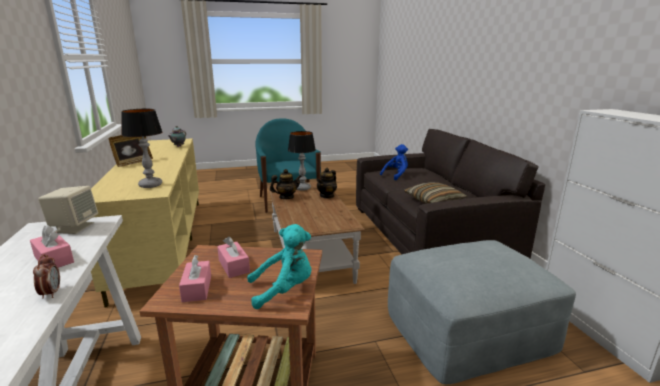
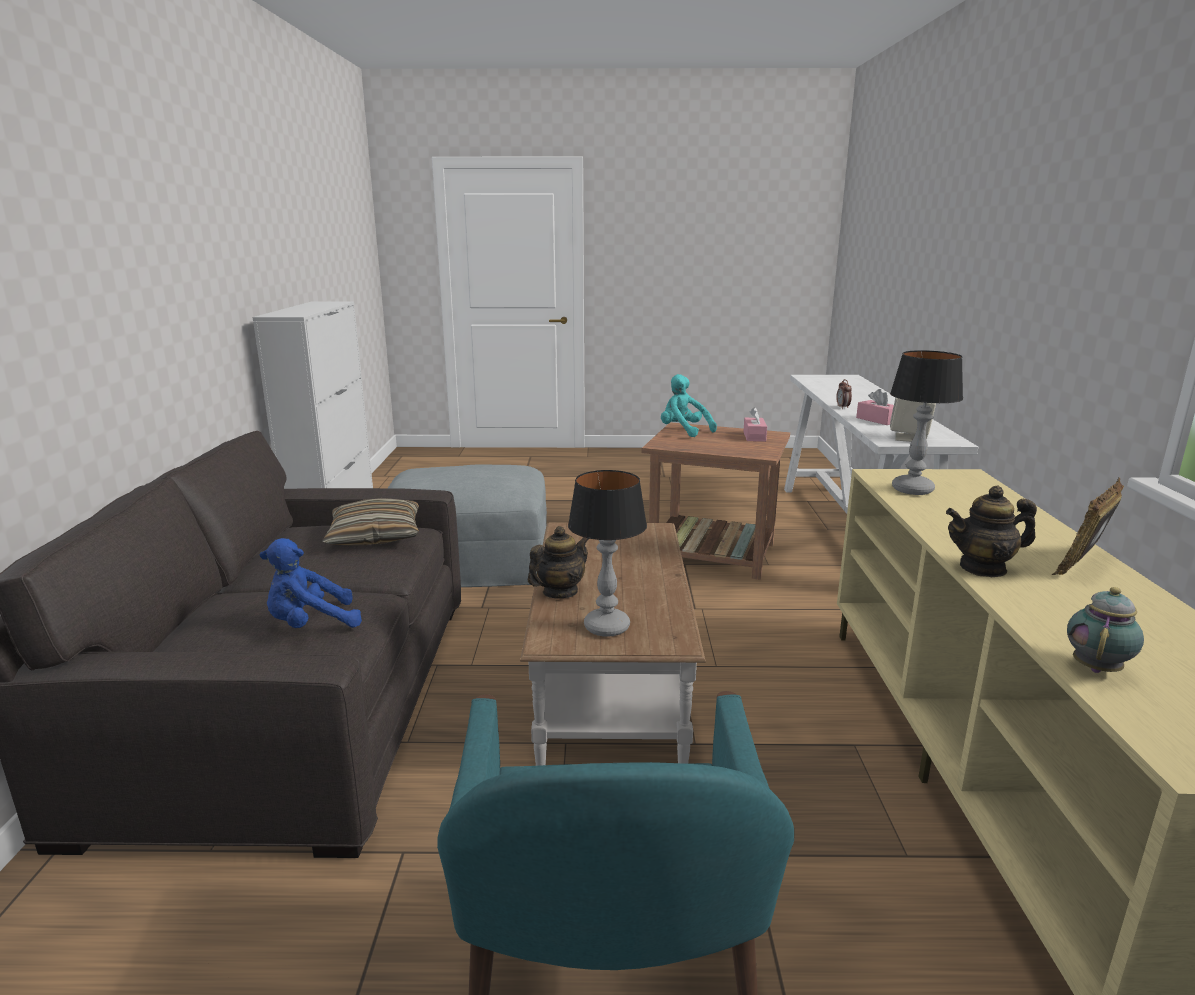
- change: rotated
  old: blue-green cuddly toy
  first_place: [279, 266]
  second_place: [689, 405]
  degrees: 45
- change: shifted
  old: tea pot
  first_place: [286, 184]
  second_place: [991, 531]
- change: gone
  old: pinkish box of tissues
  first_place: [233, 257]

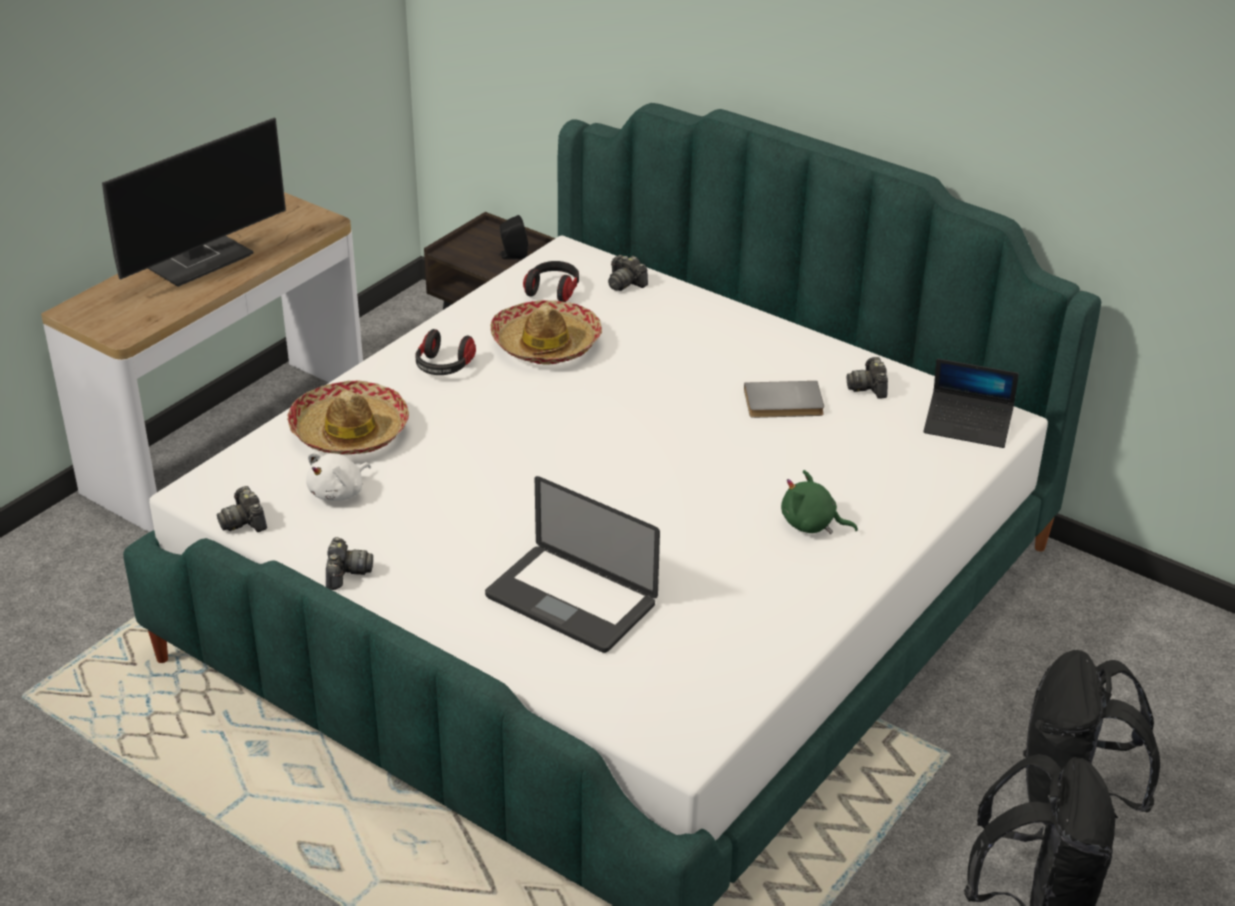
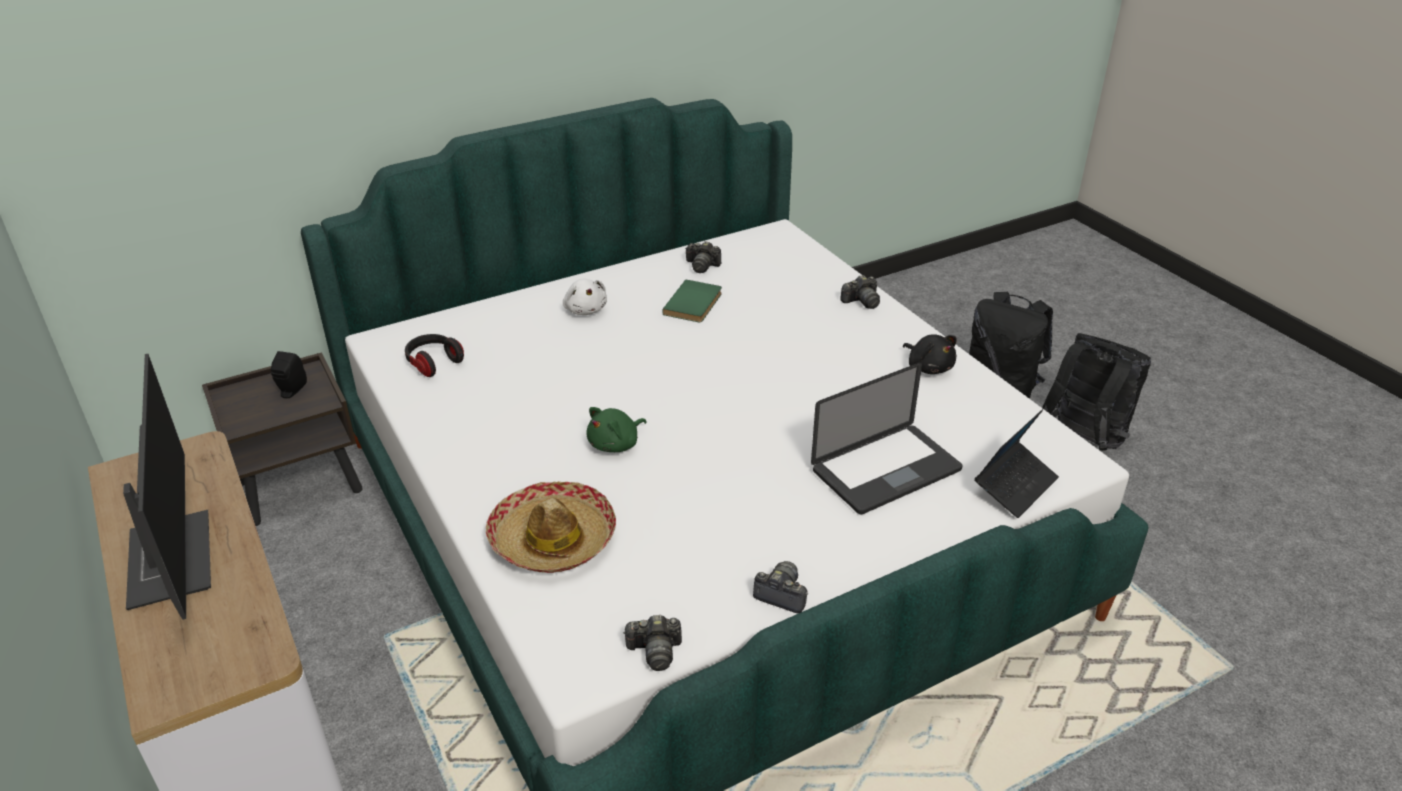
- change: shifted
  old: whitish cuddly toy
  first_place: [338, 477]
  second_place: [585, 297]
- change: shifted
  old: green-coloured cuddly toy
  first_place: [819, 502]
  second_place: [616, 429]
- change: repainted
  old: gray bound book
  new: green-coloured bound book
  first_place: [784, 399]
  second_place: [692, 301]
- change: shifted
  old: still camera
  first_place: [628, 273]
  second_place: [860, 292]
- change: new
  new: black-coloured cuddly toy
  second_place: [929, 354]
- change: shifted
  old: notebook computer
  first_place: [971, 403]
  second_place: [1016, 463]
- change: gone
  old: pair of headphones
  first_place: [445, 352]
- change: gone
  old: hat
  first_place: [546, 332]

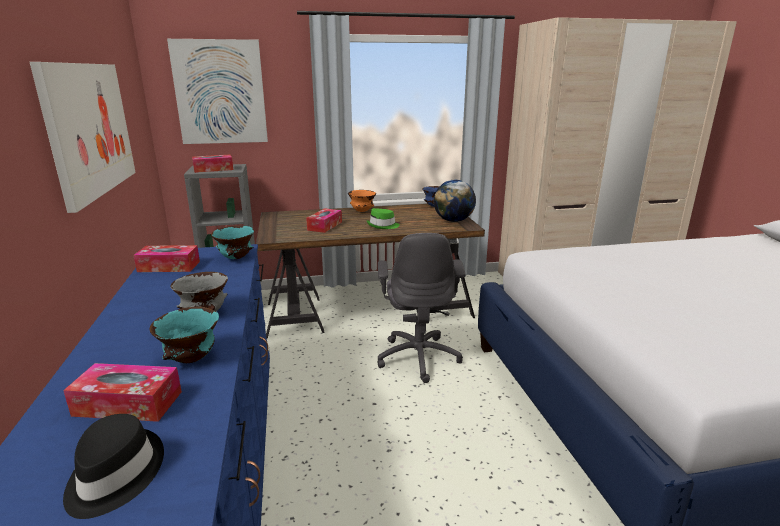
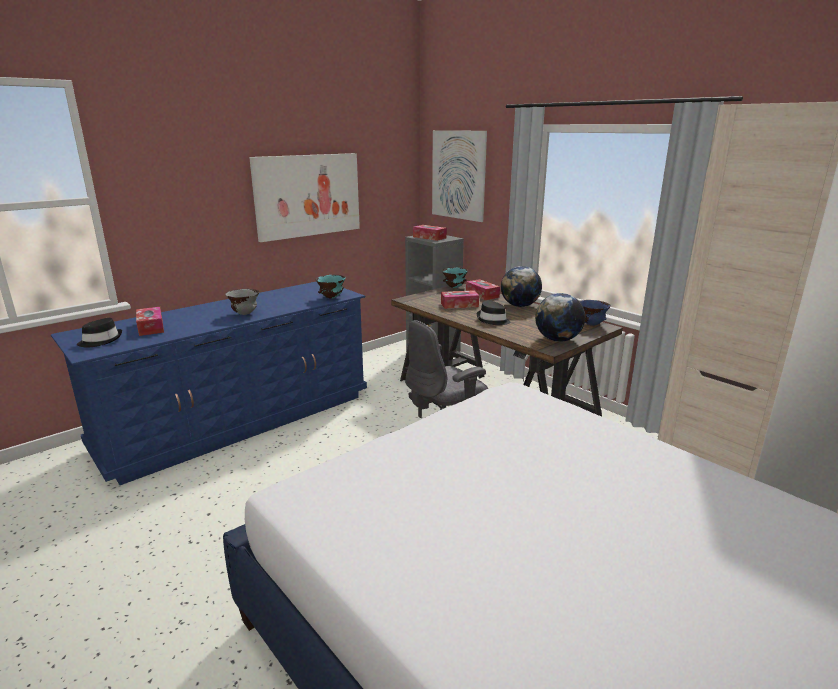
- change: shifted
  old: blue-green bowl
  first_place: [184, 335]
  second_place: [455, 278]
- change: shifted
  old: box of tissues
  first_place: [166, 258]
  second_place: [483, 289]
- change: repainted
  old: green-coloured hat
  new: black-coloured hat
  first_place: [383, 218]
  second_place: [494, 312]
- change: swapped
  old: orange-coloured bowl
  new: desk globe
  first_place: [362, 201]
  second_place: [521, 286]

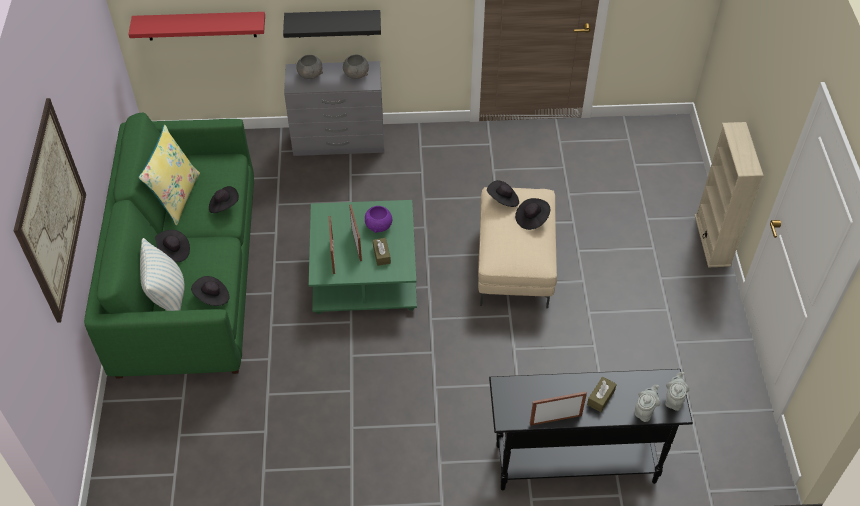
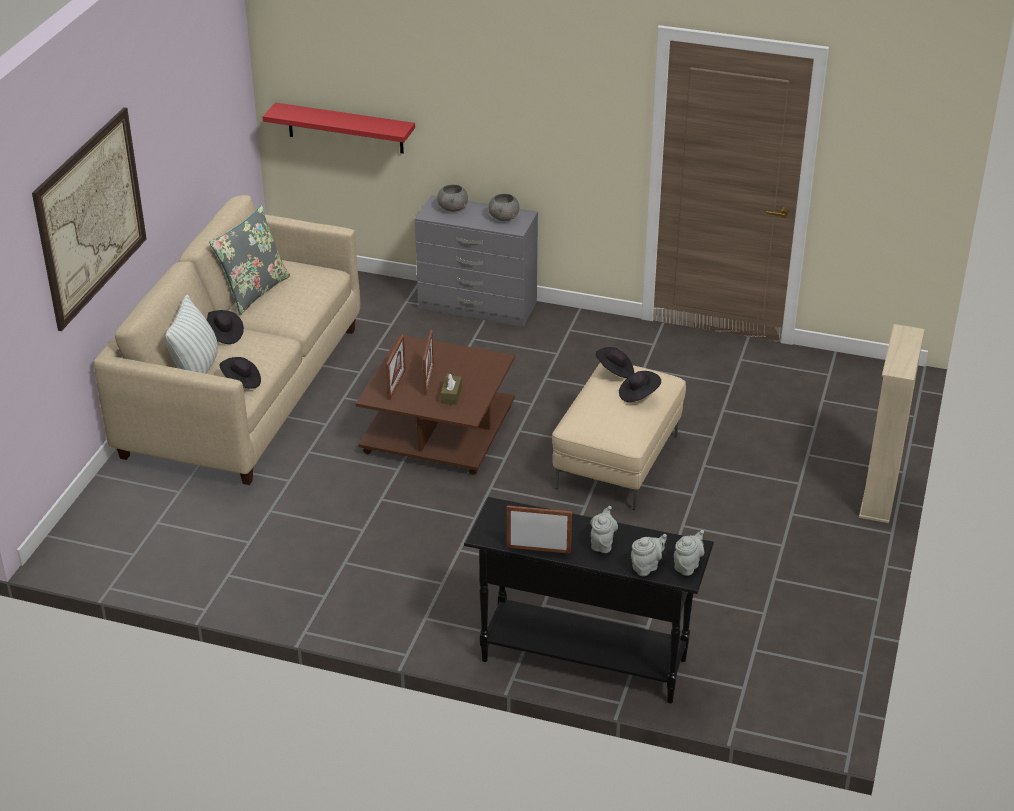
- change: repainted
  old: green-coloured sofa
  new: beige-coloured sofa
  first_place: [169, 246]
  second_place: [227, 340]
- change: repainted
  old: yellowish pillow
  new: gray pillow
  first_place: [169, 175]
  second_place: [250, 260]
- change: repainted
  old: green-coloured coffee table
  new: brownish coffee table
  first_place: [363, 257]
  second_place: [435, 405]
- change: swapped
  old: brownish box of tissues
  new: gray tea pot
  first_place: [602, 394]
  second_place: [604, 529]
- change: gone
  old: black-coloured hat
  first_place: [224, 199]
- change: gone
  old: black-coloured wall shelf
  first_place: [332, 24]
- change: gone
  old: purple-coloured bowl
  first_place: [378, 219]

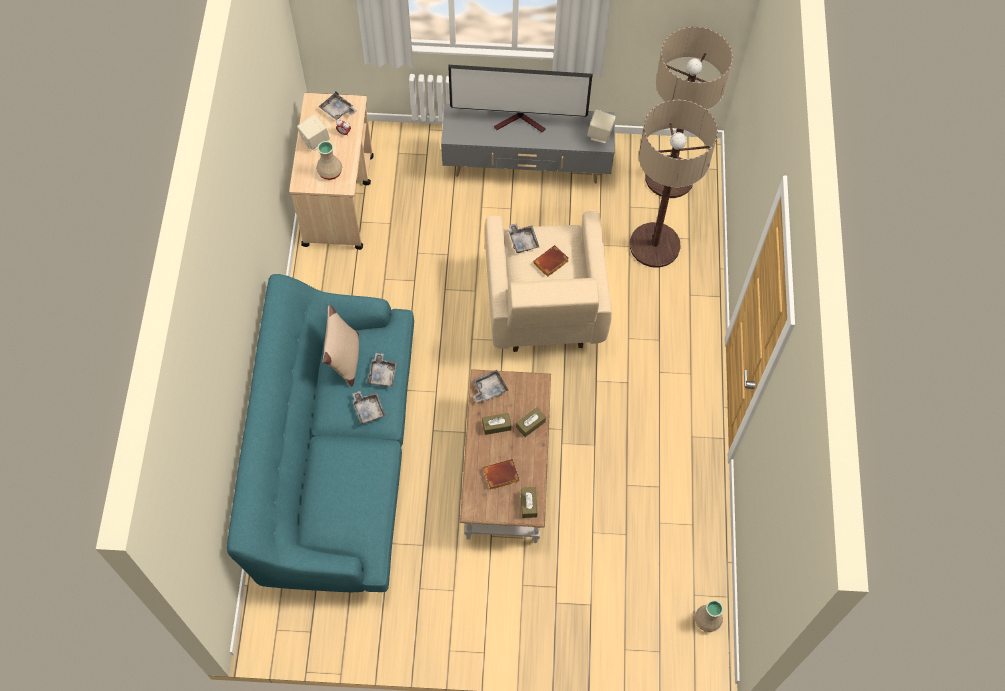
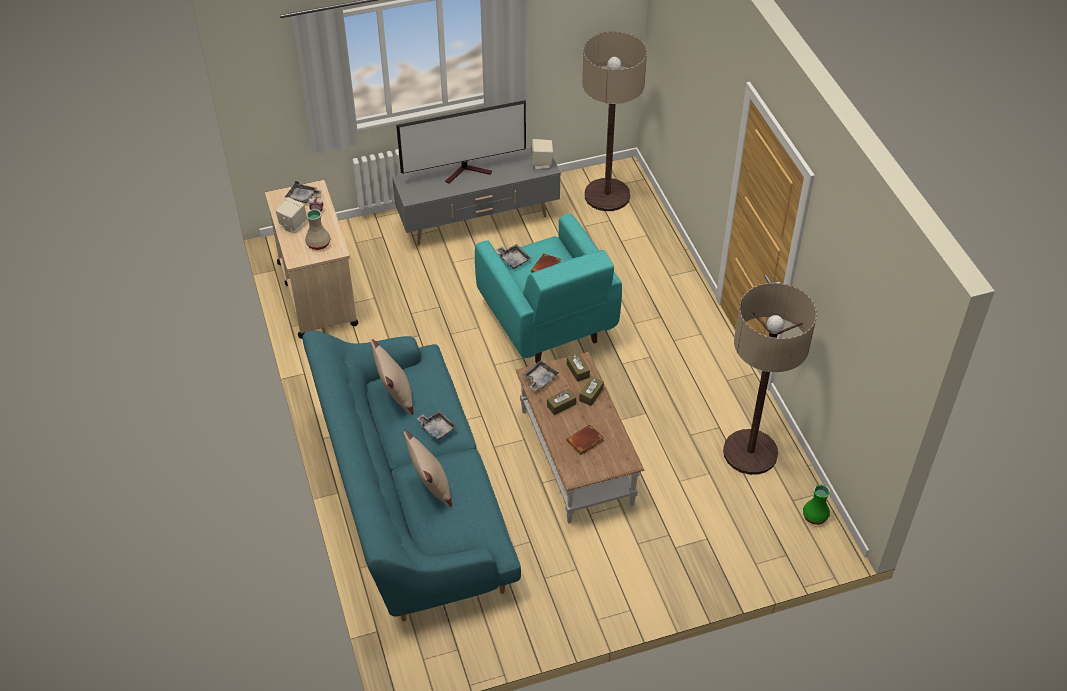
- change: new
  new: beige-coloured pillow
  second_place: [428, 468]
- change: repainted
  old: beige-coloured easy chair
  new: blue-green easy chair
  first_place: [548, 281]
  second_place: [548, 288]
- change: shifted
  old: brownish box of tissues
  first_place: [529, 502]
  second_place: [578, 367]
- change: shifted
  old: floor lamp
  first_place: [674, 184]
  second_place: [770, 379]
- change: repainted
  old: beige-coloured vase
  new: green-coloured vase
  first_place: [709, 616]
  second_place: [816, 504]
- change: gone
  old: gray tray
  first_place: [382, 370]

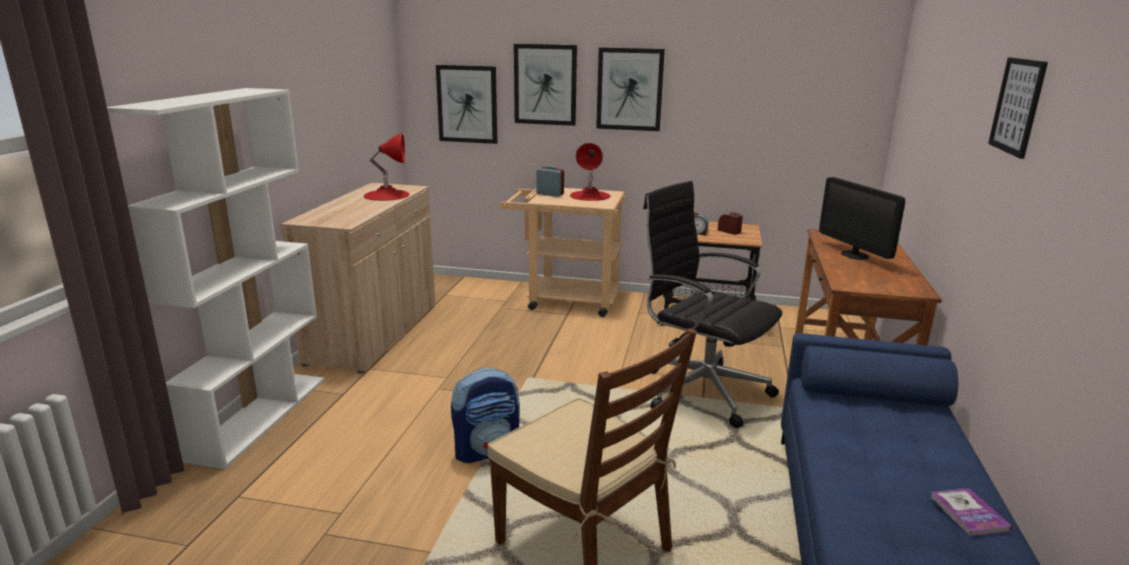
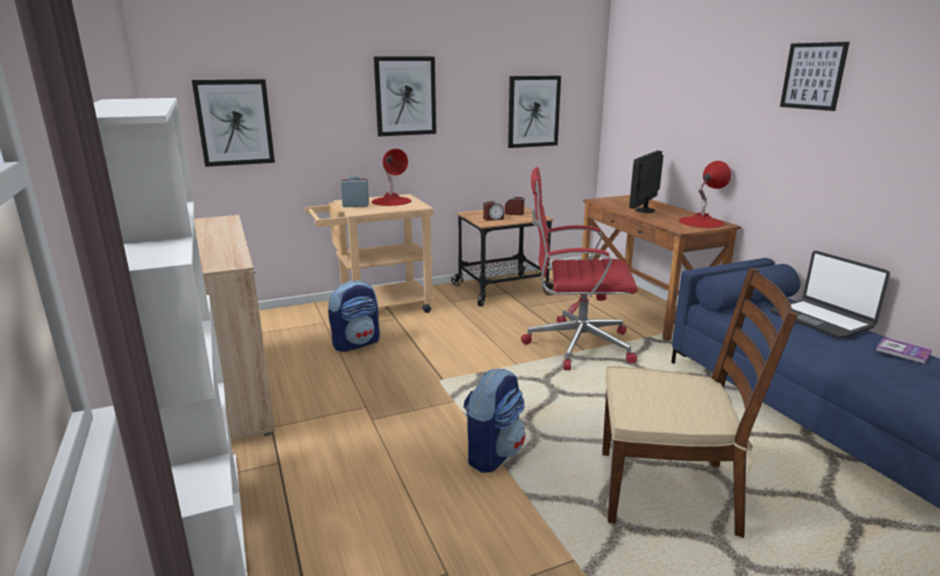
- change: new
  new: backpack
  second_place: [354, 316]
- change: shifted
  old: wall picture
  first_place: [545, 85]
  second_place: [534, 112]
- change: repainted
  old: black-coloured office chair
  new: red office chair
  first_place: [712, 304]
  second_place: [579, 268]
- change: rotated
  old: computer screen
  first_place: [862, 218]
  second_place: [646, 182]
  degrees: 90
- change: shifted
  old: red tabletop lamp
  first_place: [387, 167]
  second_place: [705, 194]
- change: new
  new: notebook computer
  second_place: [829, 295]

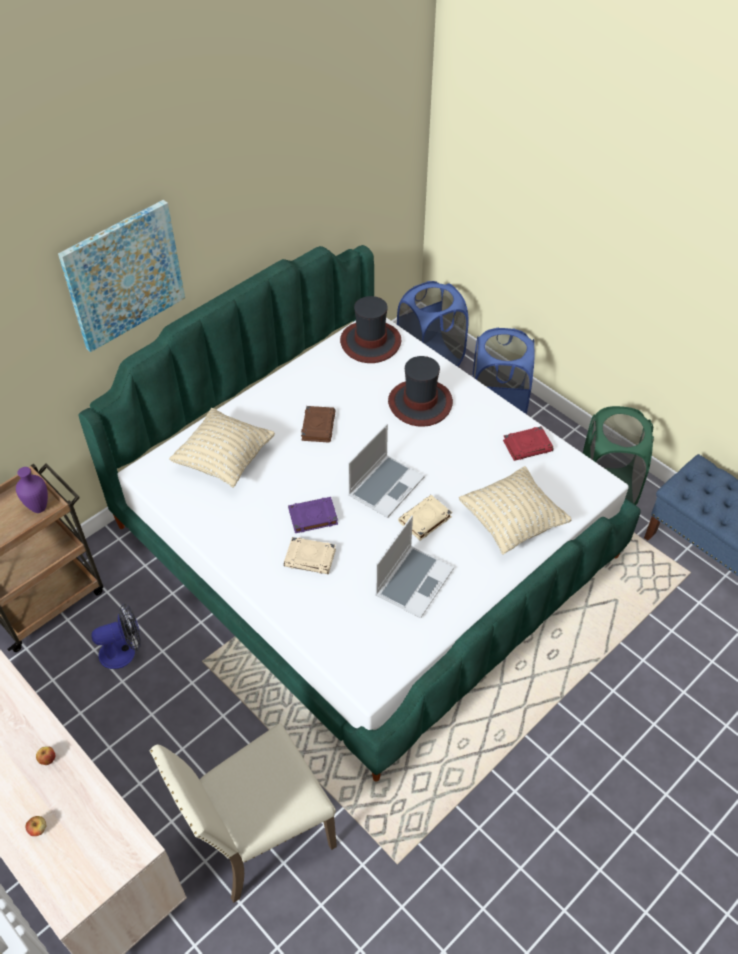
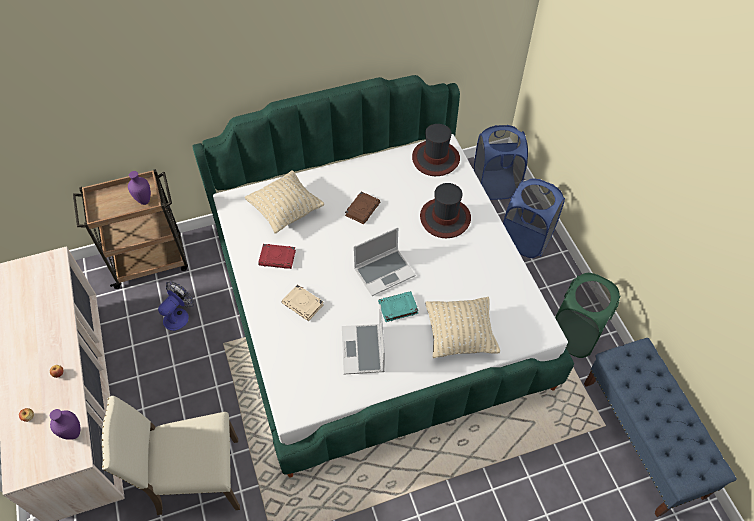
- change: new
  new: purple-coloured vase
  second_place: [65, 424]
- change: rotated
  old: electric fan
  first_place: [116, 636]
  second_place: [176, 306]
  degrees: -60
- change: shifted
  old: red bound book
  first_place: [528, 443]
  second_place: [277, 256]
- change: rotated
  old: notebook computer
  first_place: [414, 567]
  second_place: [363, 339]
  degrees: 120
- change: repainted
  old: beige-coloured bound book
  new: blue-green bound book
  first_place: [425, 517]
  second_place: [398, 306]
- change: gone
  old: wall picture
  first_place: [121, 276]
- change: gone
  old: purple-coloured bound book
  first_place: [313, 515]

